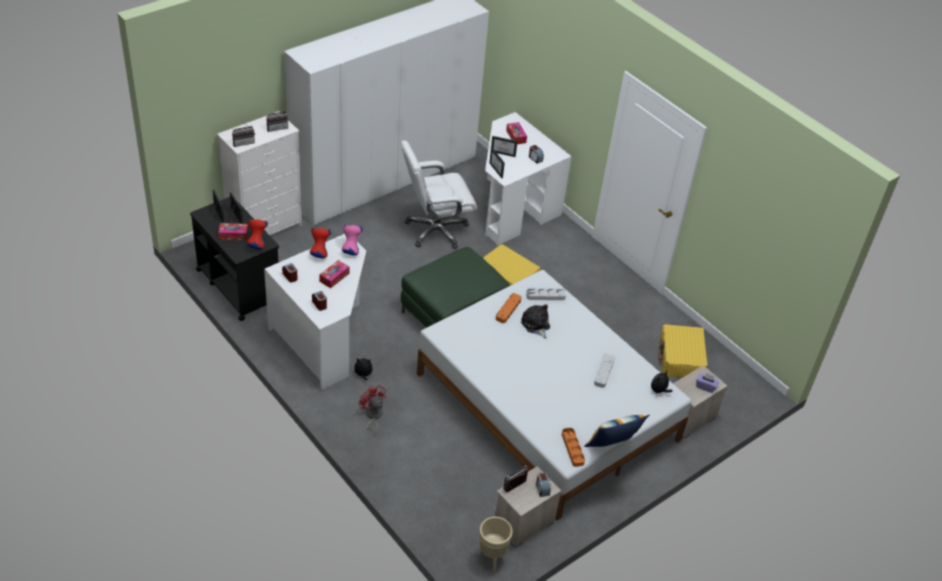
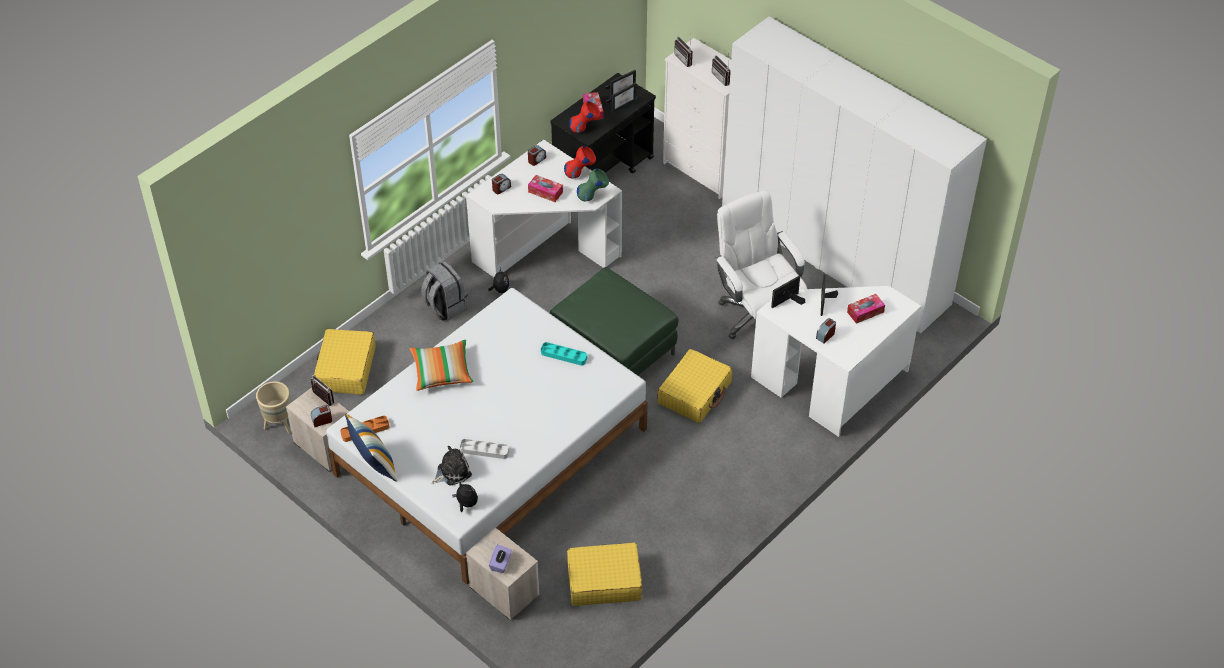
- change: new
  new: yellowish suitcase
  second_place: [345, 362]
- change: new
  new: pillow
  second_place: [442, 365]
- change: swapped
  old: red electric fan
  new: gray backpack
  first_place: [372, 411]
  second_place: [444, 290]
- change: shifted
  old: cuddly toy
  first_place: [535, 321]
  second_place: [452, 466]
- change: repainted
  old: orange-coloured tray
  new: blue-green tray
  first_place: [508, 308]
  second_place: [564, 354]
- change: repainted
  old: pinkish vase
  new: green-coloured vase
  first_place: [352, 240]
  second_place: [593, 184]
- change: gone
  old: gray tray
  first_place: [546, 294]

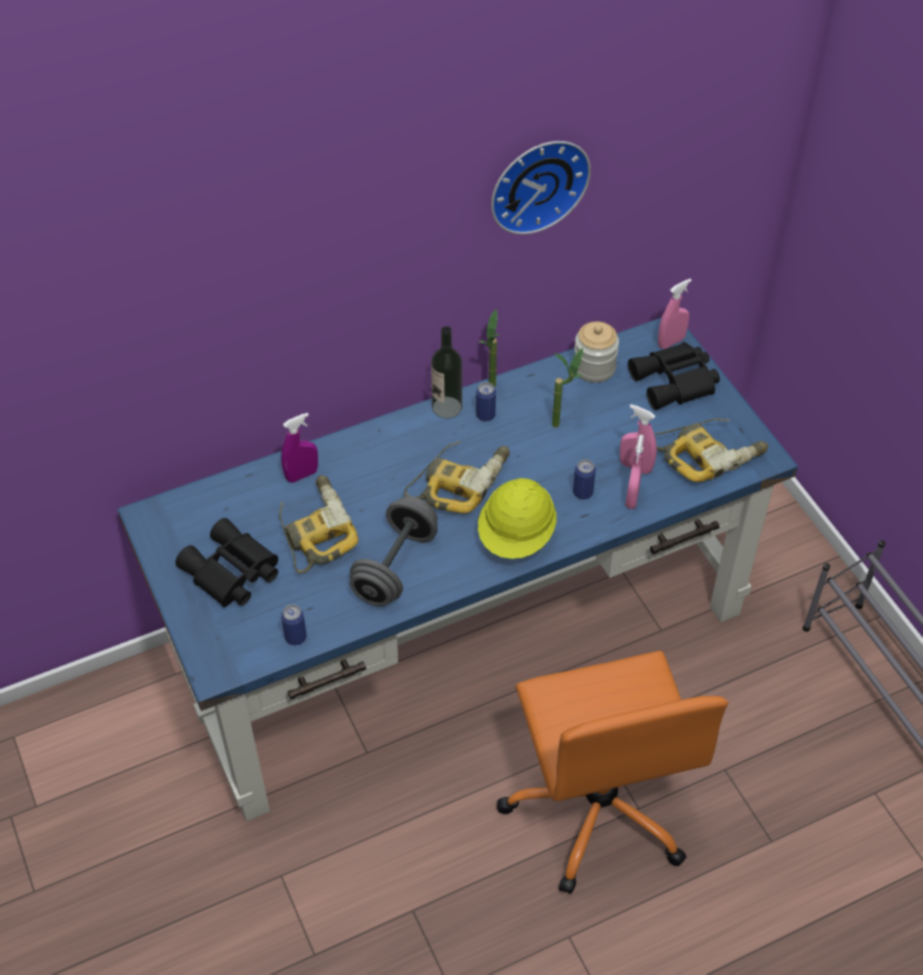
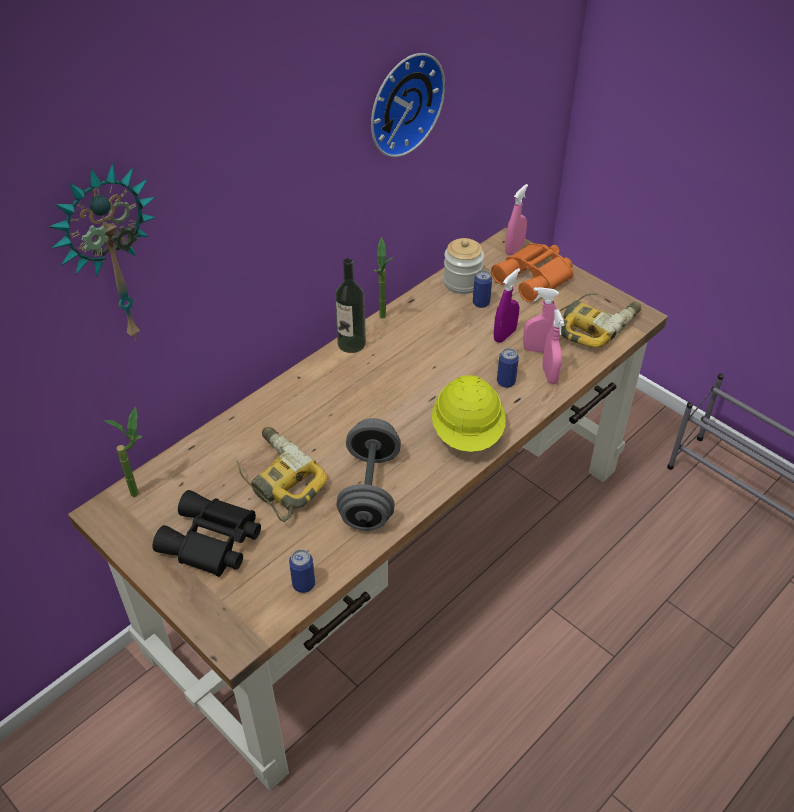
- change: new
  new: hanging clock
  second_place: [102, 252]
- change: repainted
  old: blue desk table
  new: brownish desk table
  first_place: [457, 569]
  second_place: [368, 509]
- change: shifted
  old: potted plant
  first_place: [567, 387]
  second_place: [123, 452]
- change: shifted
  old: metal can
  first_place: [486, 402]
  second_place: [482, 289]
- change: repainted
  old: black-coloured binoculars
  new: orange-coloured binoculars
  first_place: [674, 376]
  second_place: [532, 272]
- change: shifted
  old: purple-coloured spray bottle
  first_place: [299, 448]
  second_place: [507, 305]
- change: gone
  old: power drill
  first_place: [457, 477]
- change: gone
  old: orange-coloured office chair
  first_place: [612, 772]

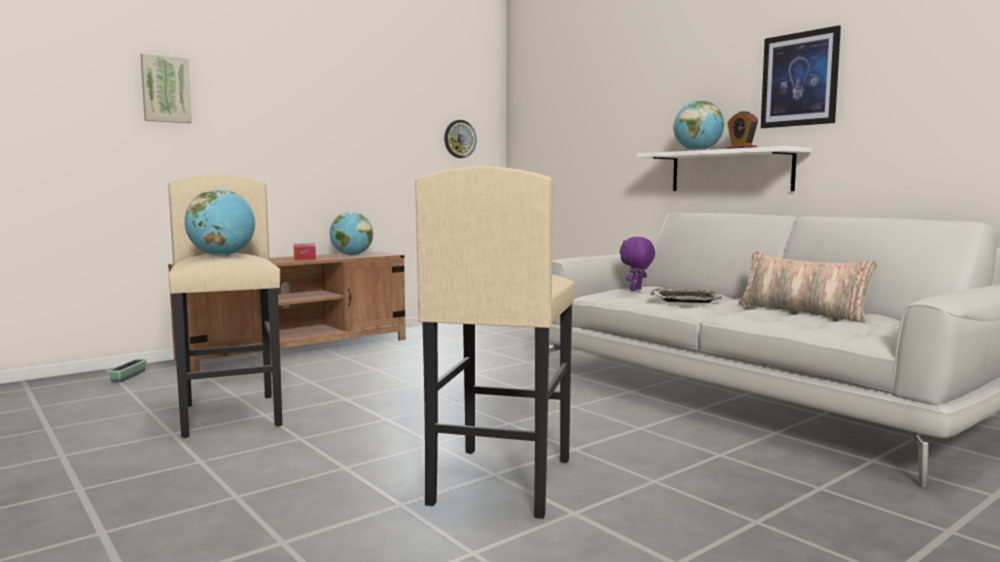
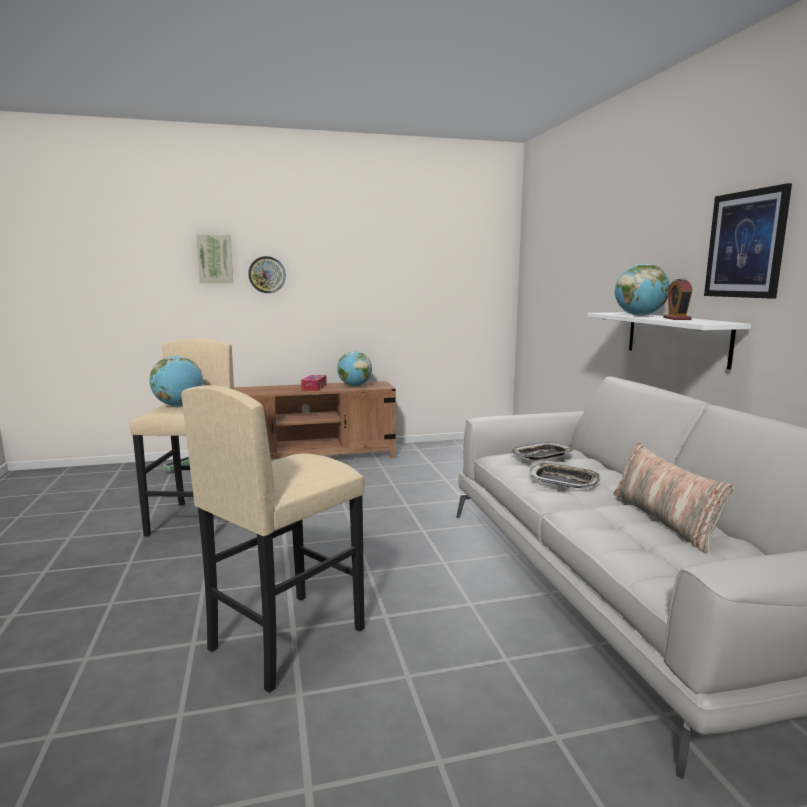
- change: shifted
  old: hanging clock
  first_place: [460, 139]
  second_place: [267, 274]
- change: swapped
  old: purple-coloured cuddly toy
  new: tray
  first_place: [637, 264]
  second_place: [542, 451]

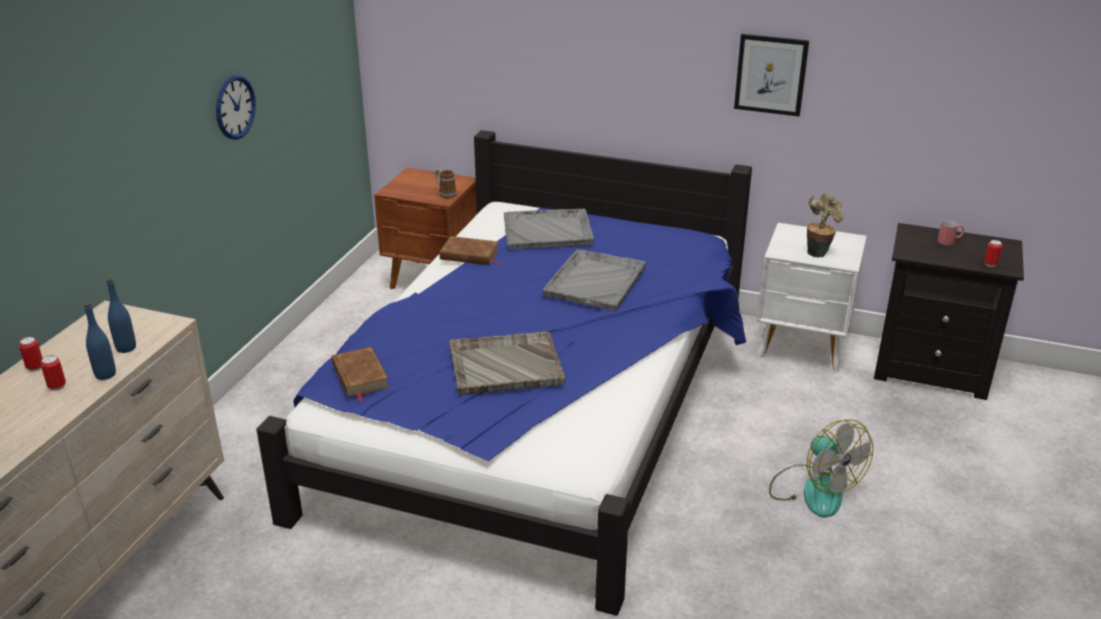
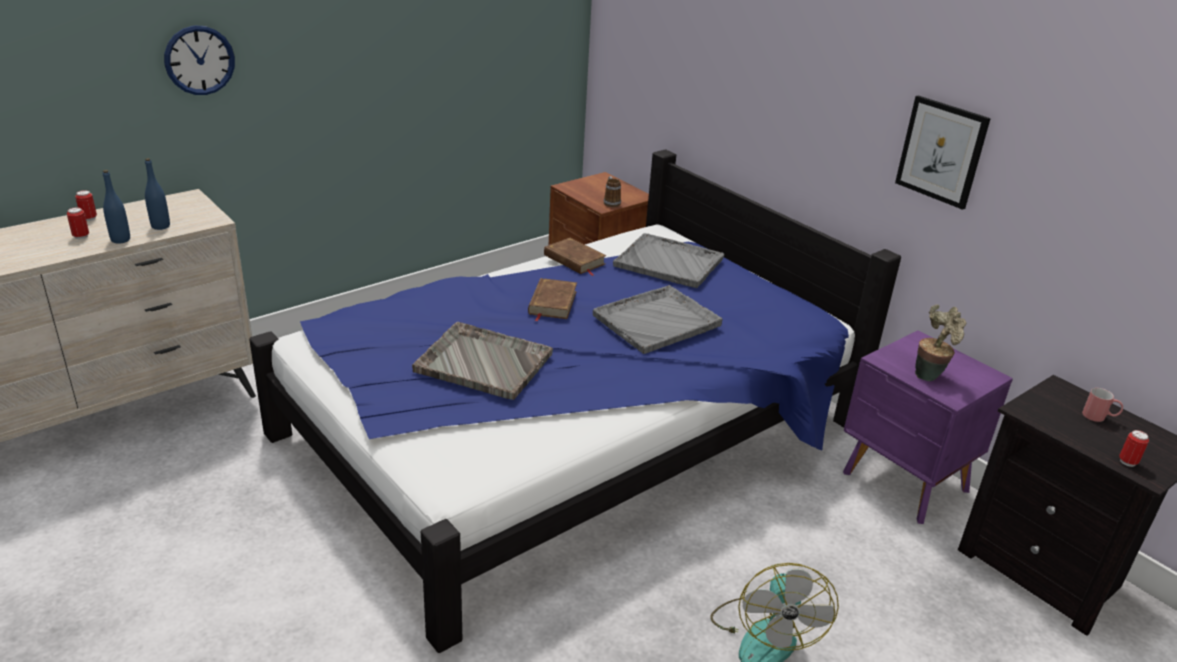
- change: shifted
  old: hanging clock
  first_place: [236, 107]
  second_place: [199, 60]
- change: shifted
  old: brownish bound book
  first_place: [360, 374]
  second_place: [552, 299]
- change: repainted
  old: whitish night table
  new: purple-coloured night table
  first_place: [812, 297]
  second_place: [928, 427]

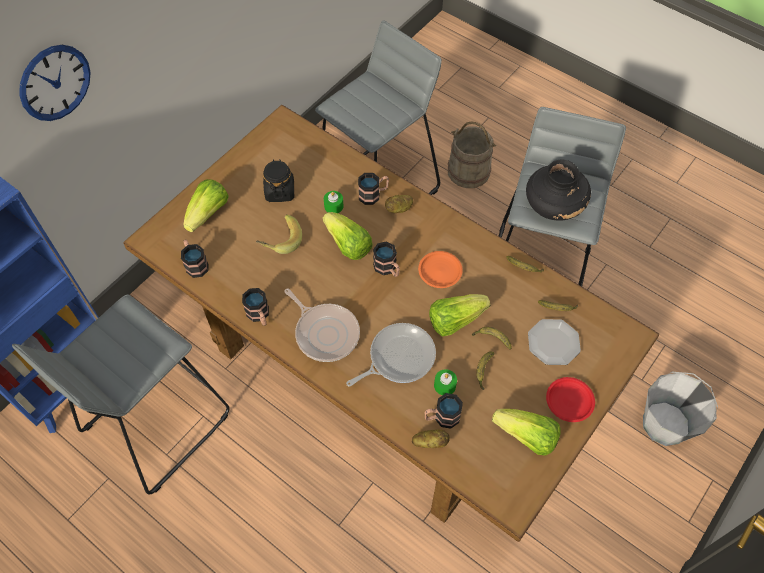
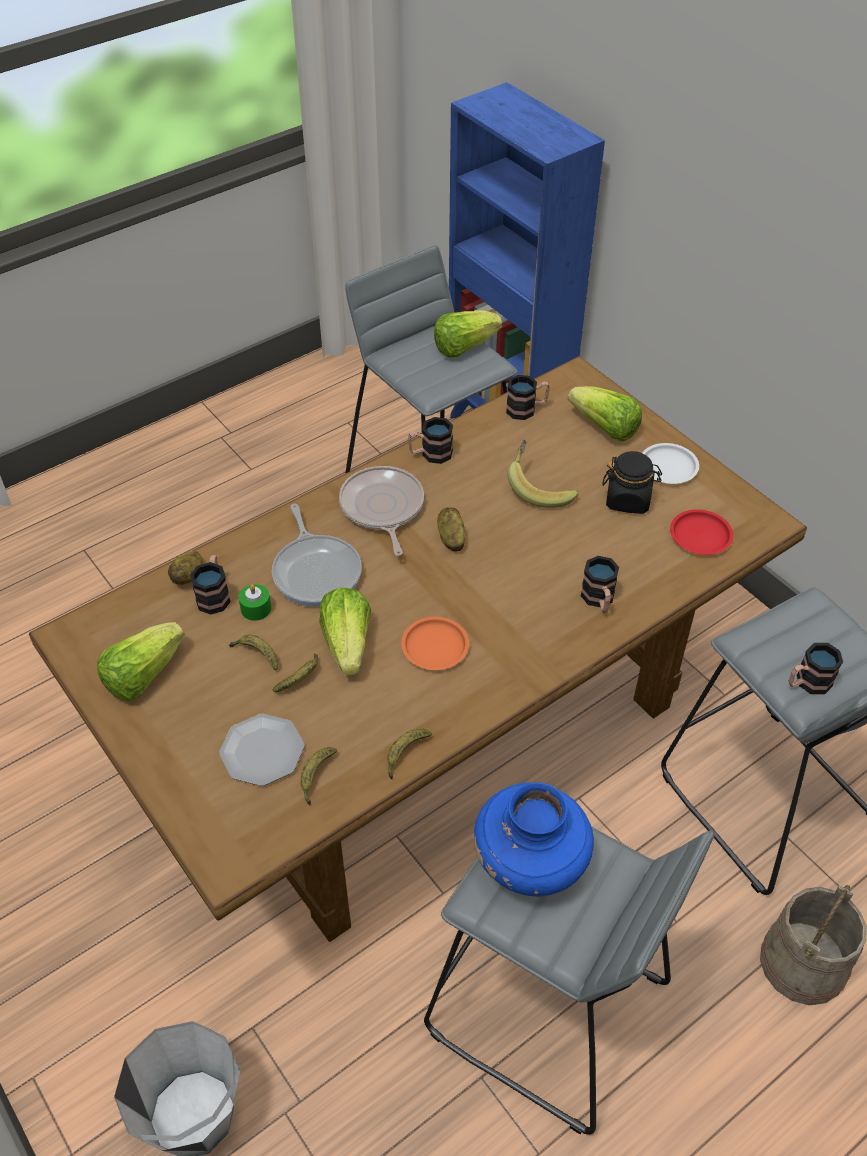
- change: rotated
  old: skillet
  first_place: [322, 325]
  second_place: [381, 511]
  degrees: 105
- change: shifted
  old: lettuce
  first_place: [348, 236]
  second_place: [468, 334]
- change: shifted
  old: potato
  first_place: [399, 204]
  second_place: [451, 529]
- change: repainted
  old: black-coloured vase
  new: blue vase
  first_place: [558, 190]
  second_place: [533, 839]
- change: new
  new: whitish dinner plate
  second_place: [670, 463]
- change: shifted
  old: red dinner plate
  first_place: [570, 399]
  second_place: [701, 532]
- change: shifted
  old: tea mug
  first_place: [386, 259]
  second_place: [815, 668]
- change: gone
  old: hanging clock
  first_place: [55, 83]
- change: gone
  old: green-coloured candle
  first_place: [334, 202]

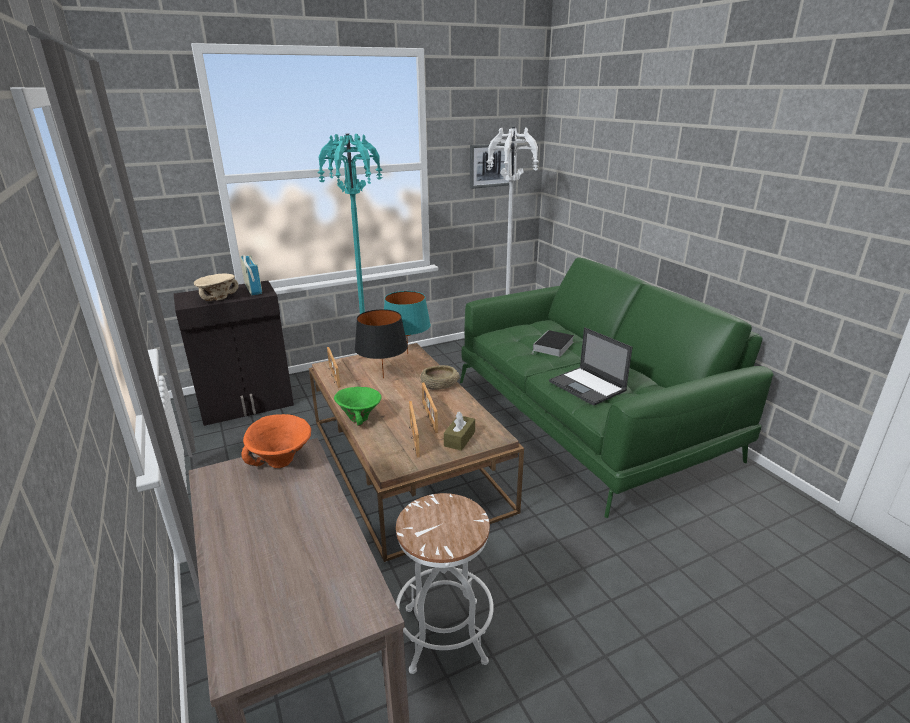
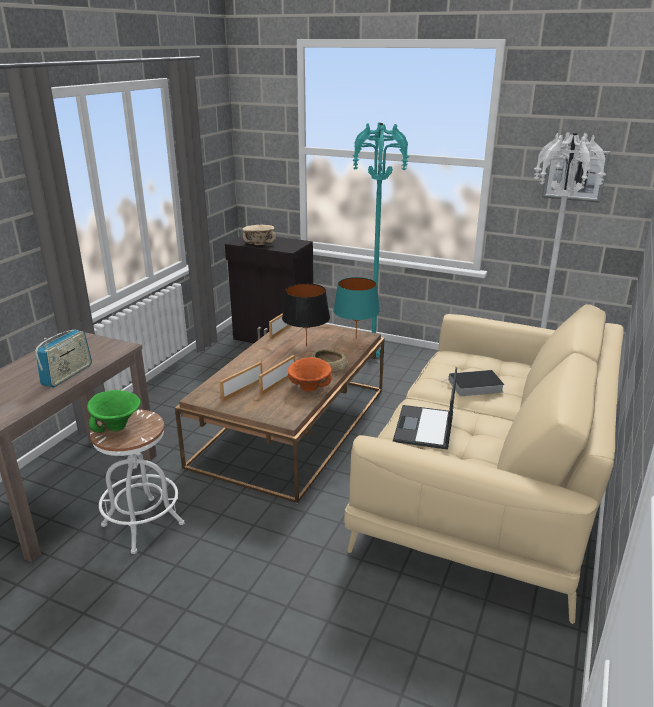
- change: shifted
  old: radio receiver
  first_place: [251, 275]
  second_place: [63, 359]
- change: shifted
  old: green-coloured bowl
  first_place: [358, 406]
  second_place: [114, 411]
- change: shifted
  old: orange-coloured bowl
  first_place: [276, 441]
  second_place: [310, 374]
- change: repainted
  old: green-coloured sofa
  new: beige-coloured sofa
  first_place: [617, 387]
  second_place: [484, 464]
- change: gone
  old: brownish box of tissues
  first_place: [459, 431]

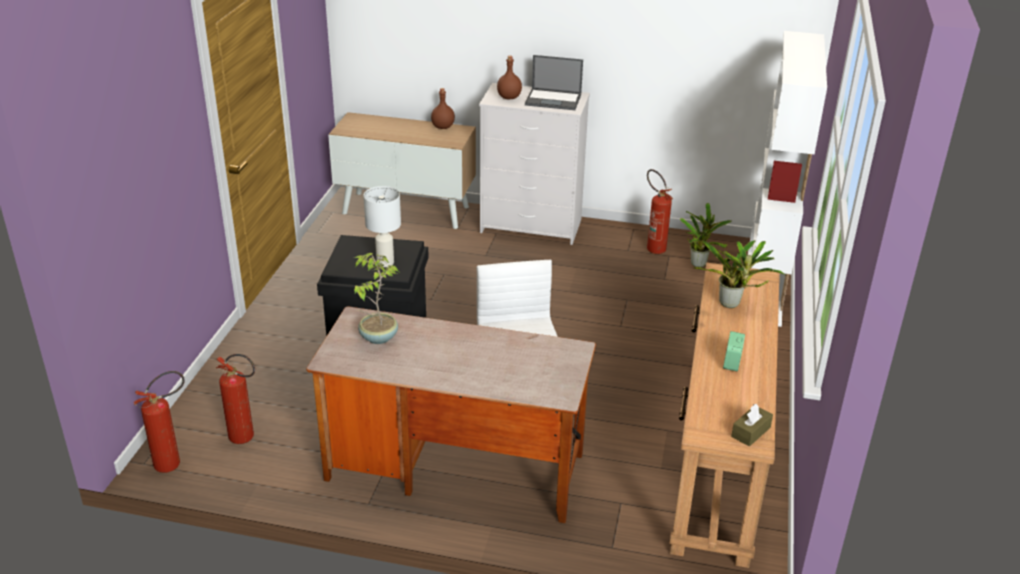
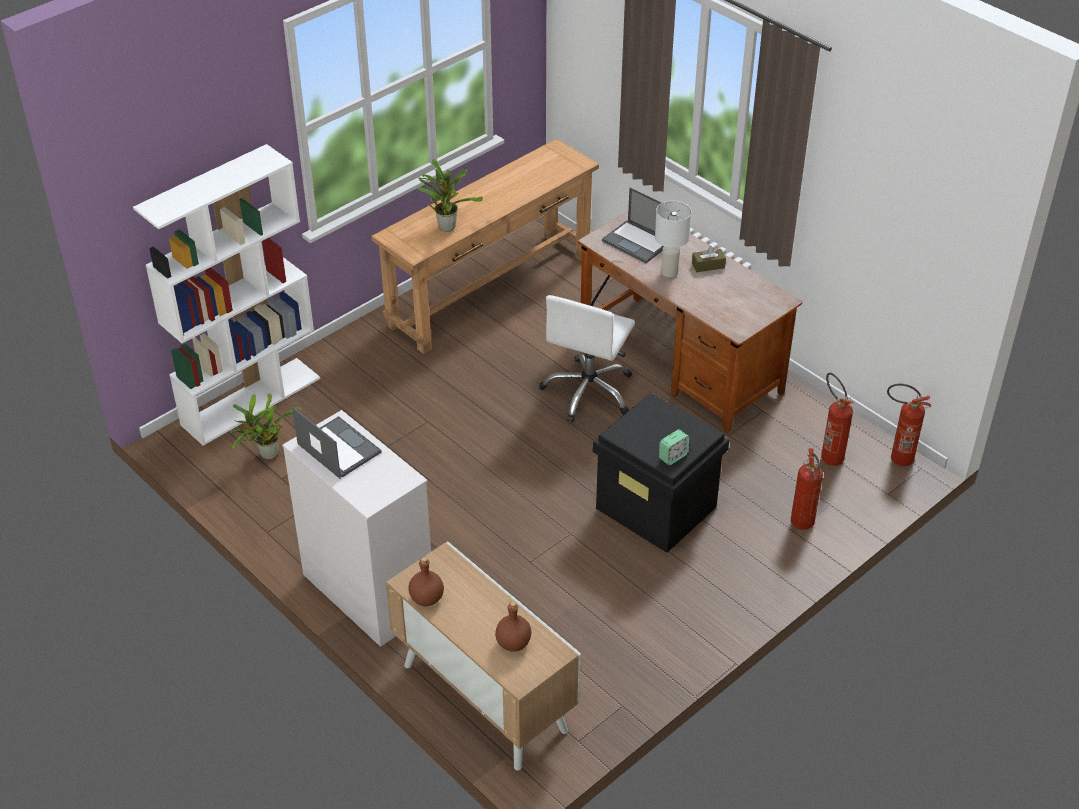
- change: shifted
  old: brownish bottle
  first_place: [509, 77]
  second_place: [513, 626]
- change: new
  new: notebook computer
  second_place: [633, 225]
- change: shifted
  old: whitish tabletop lamp
  first_place: [382, 226]
  second_place: [673, 238]
- change: shifted
  old: table clock
  first_place: [734, 351]
  second_place: [674, 447]
- change: shifted
  old: brownish box of tissues
  first_place: [752, 425]
  second_place: [709, 259]
- change: shifted
  old: fire extinguisher
  first_place: [660, 211]
  second_place: [807, 489]
- change: gone
  old: potted plant
  first_place: [376, 298]

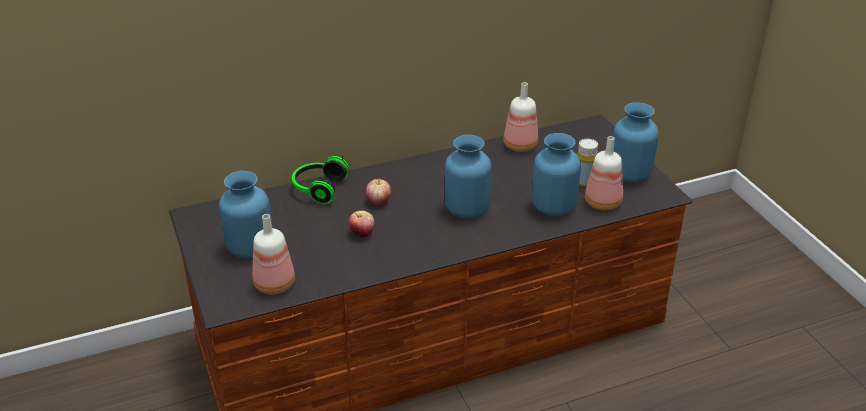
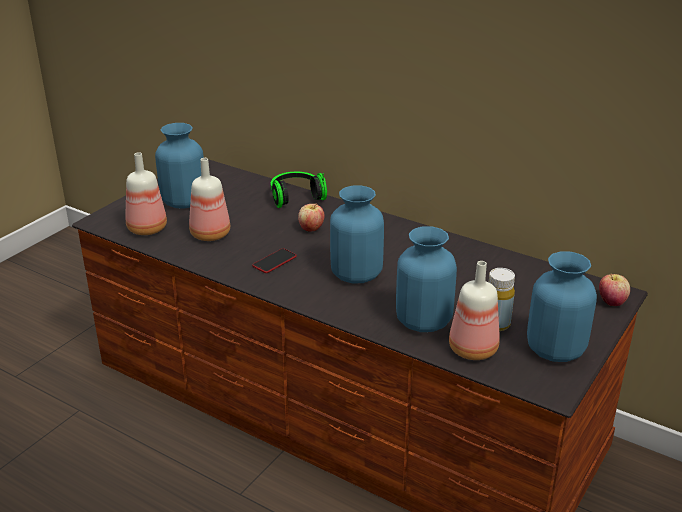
- change: shifted
  old: bottle
  first_place: [521, 117]
  second_place: [209, 199]
- change: new
  new: handset
  second_place: [274, 260]
- change: shifted
  old: apple
  first_place: [362, 224]
  second_place: [614, 290]

